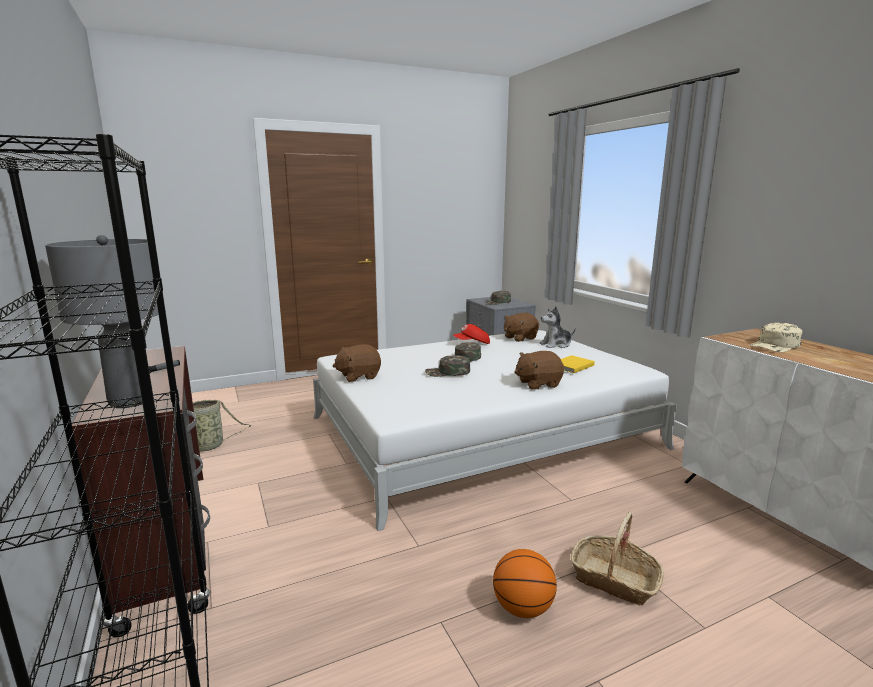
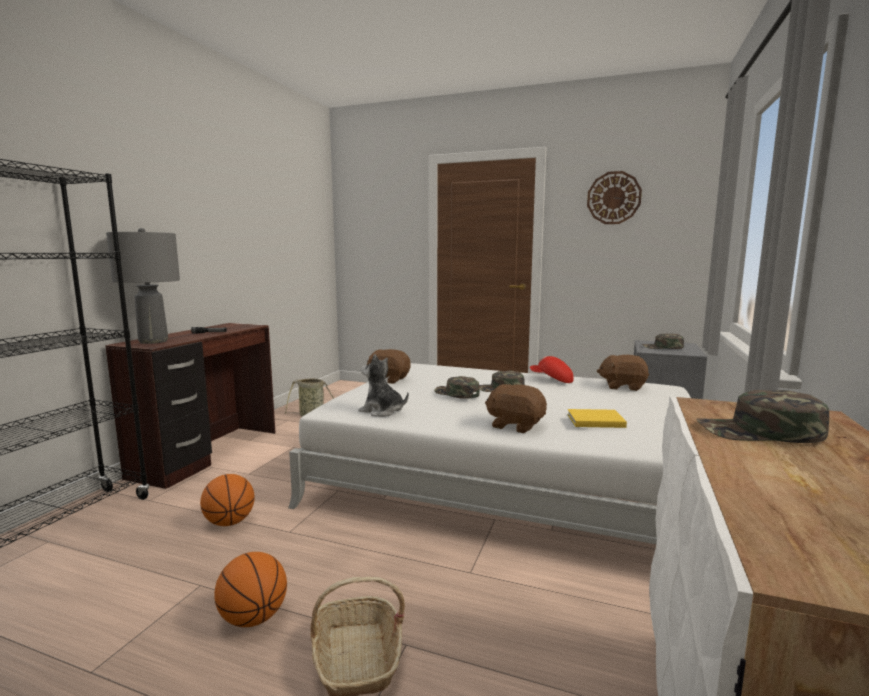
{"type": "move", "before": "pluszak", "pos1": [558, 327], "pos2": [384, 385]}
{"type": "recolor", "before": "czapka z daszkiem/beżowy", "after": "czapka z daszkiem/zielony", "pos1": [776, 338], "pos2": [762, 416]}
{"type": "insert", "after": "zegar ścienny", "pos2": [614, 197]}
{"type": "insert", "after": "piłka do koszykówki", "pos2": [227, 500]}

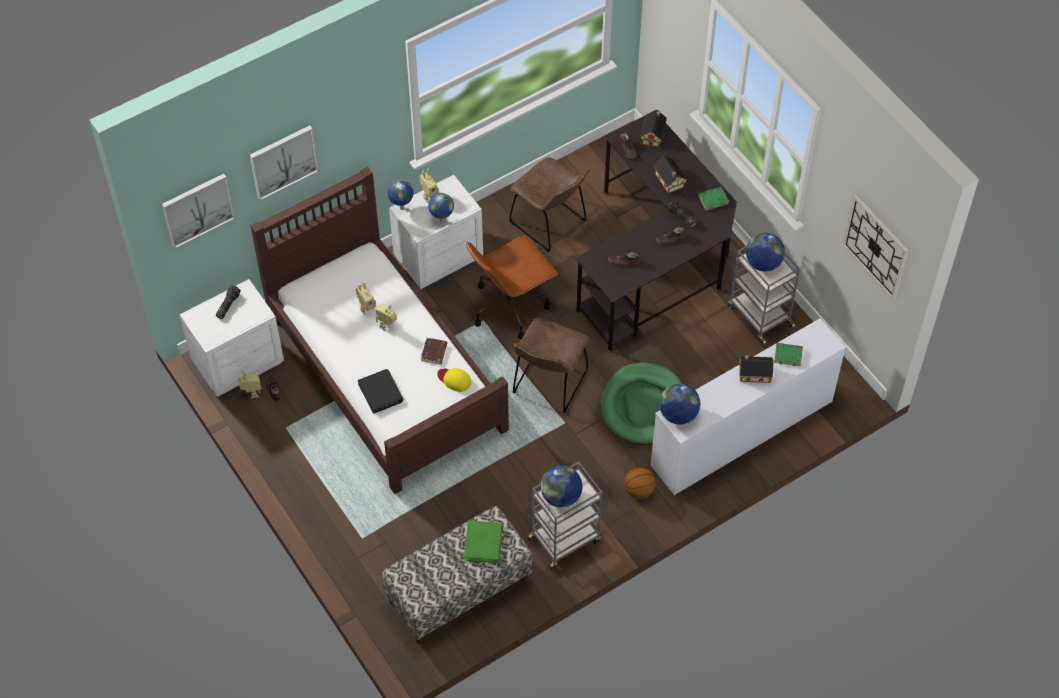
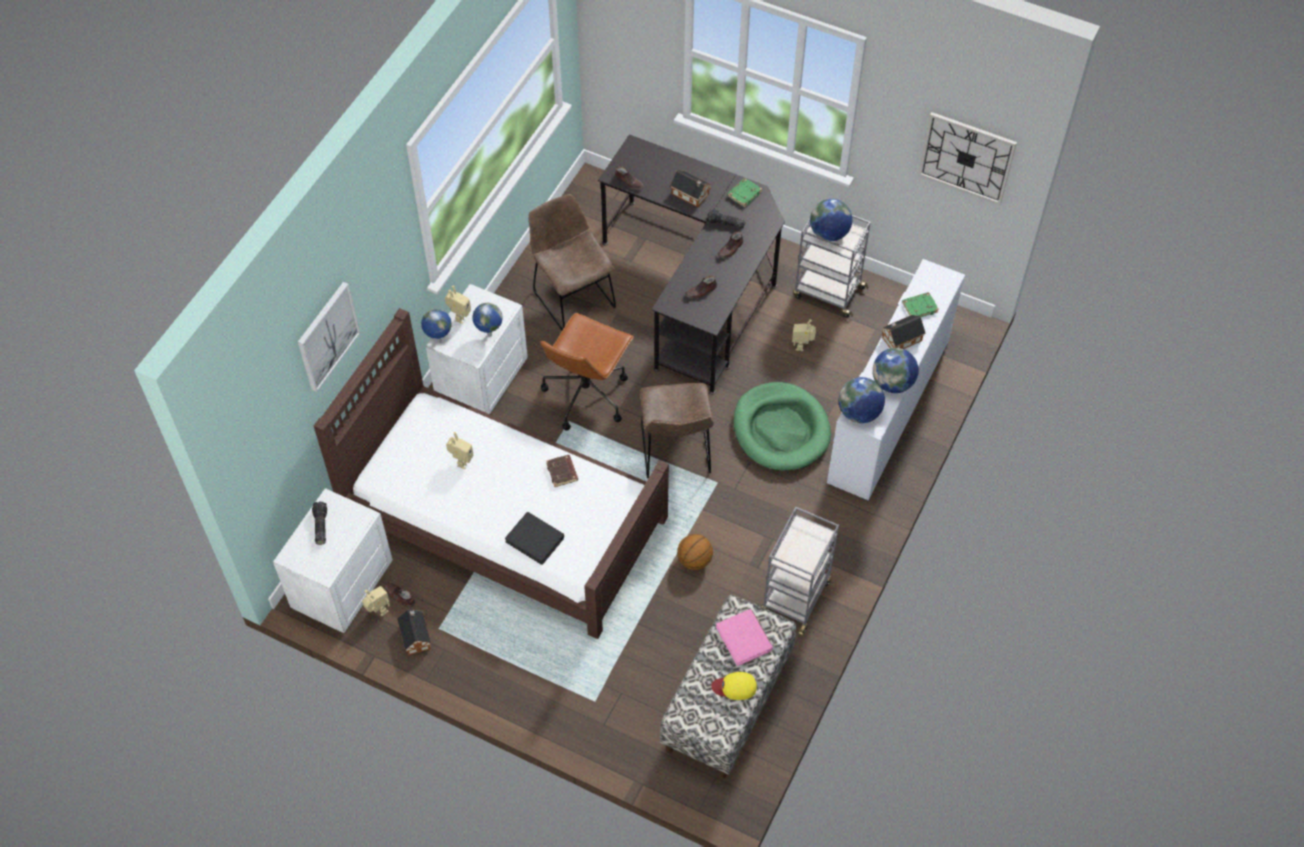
{"type": "move", "before": "domek", "pos1": [653, 129], "pos2": [414, 632]}
{"type": "rotate", "before": "krzesło/brązowy", "pos1": [549, 204], "pos2": [572, 262], "turn": -135}
{"type": "delete", "before": "obraz", "pos1": [198, 211]}
{"type": "move", "before": "robot zabawkowy", "pos1": [386, 317], "pos2": [804, 335]}
{"type": "move", "before": "czapka z daszkiem/żółty", "pos1": [454, 380], "pos2": [734, 686]}
{"type": "move", "before": "globus", "pos1": [561, 486], "pos2": [896, 370]}
{"type": "move", "before": "piłka do koszykówki", "pos1": [640, 483], "pos2": [695, 552]}
{"type": "recolor", "before": "książka/zielony", "after": "książka/różowy", "pos1": [483, 542], "pos2": [744, 637]}

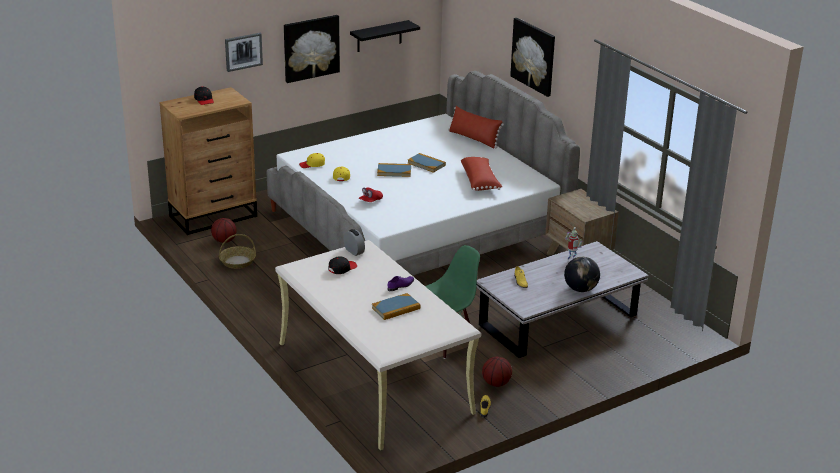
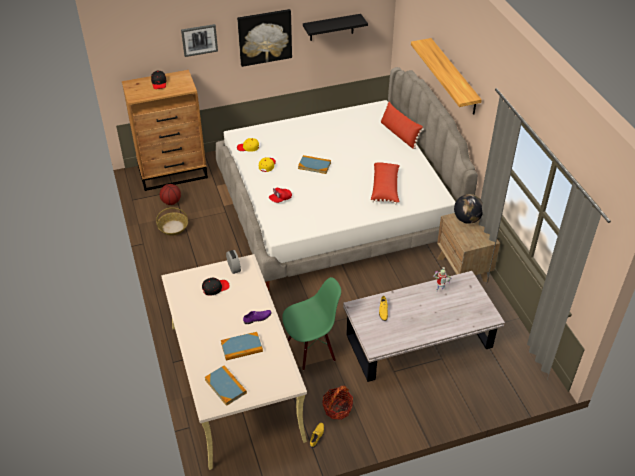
{"type": "replace", "before": "obraz", "after": "półka", "pos1": [532, 57], "pos2": [446, 76]}
{"type": "move", "before": "książka", "pos1": [427, 163], "pos2": [225, 385]}
{"type": "move", "before": "globus", "pos1": [582, 274], "pos2": [468, 209]}
{"type": "replace", "before": "piłka do koszykówki", "after": "koszyk", "pos1": [497, 372], "pos2": [337, 403]}

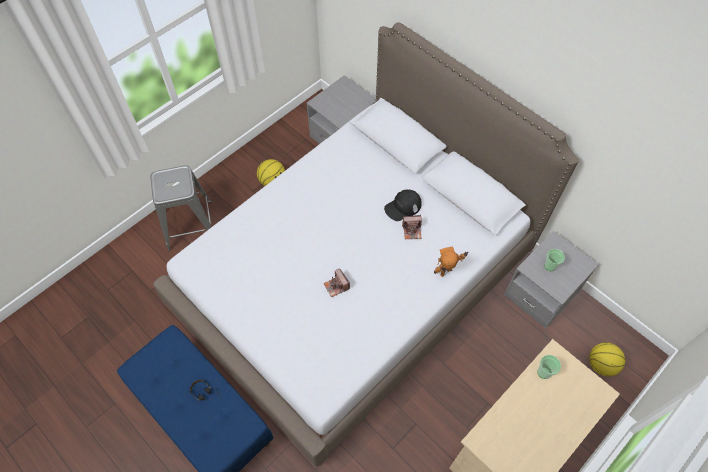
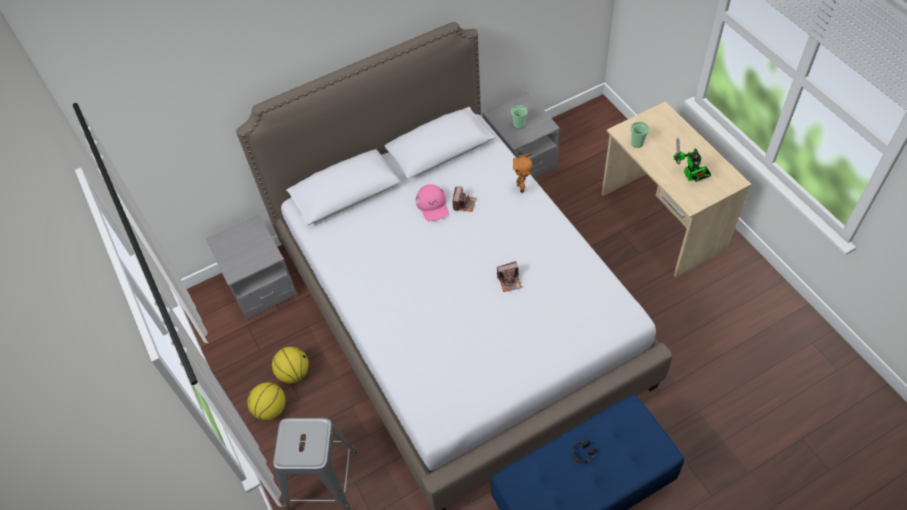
{"type": "recolor", "before": "czapka z daszkiem/czarny", "after": "czapka z daszkiem/różowy", "pos1": [403, 205], "pos2": [432, 202]}
{"type": "move", "before": "piłka do koszykówki", "pos1": [607, 359], "pos2": [266, 401]}
{"type": "insert", "after": "robot zabawkowy", "pos2": [692, 160]}

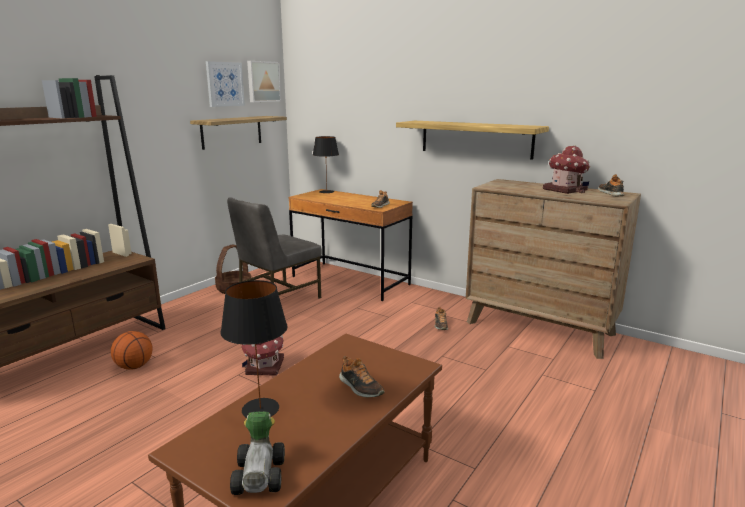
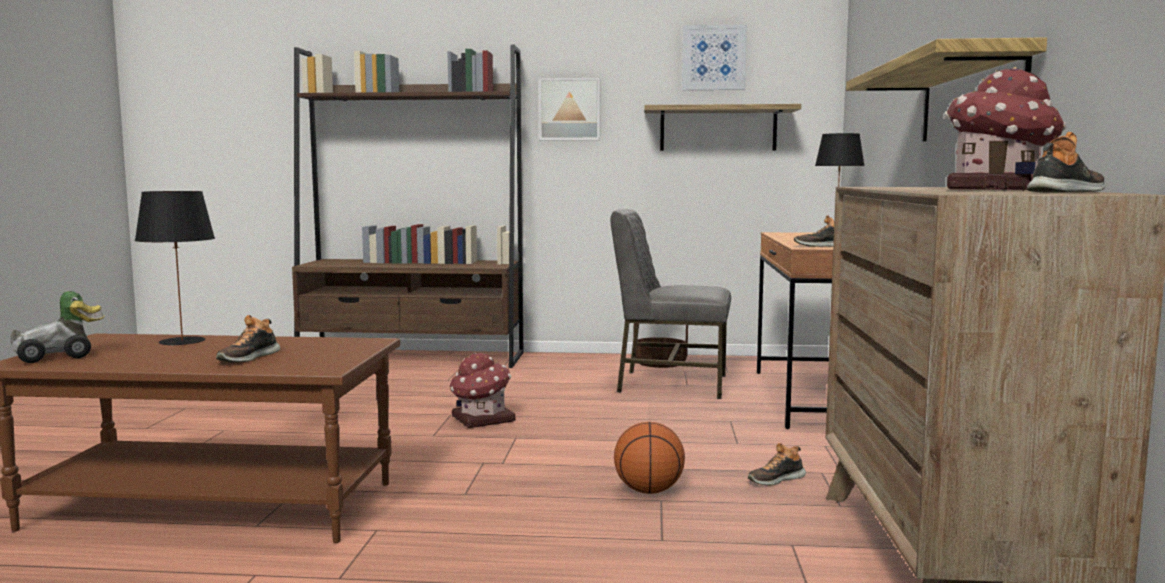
{"type": "move", "before": "obraz", "pos1": [264, 81], "pos2": [569, 109]}
{"type": "move", "before": "piłka do koszykówki", "pos1": [132, 350], "pos2": [649, 458]}

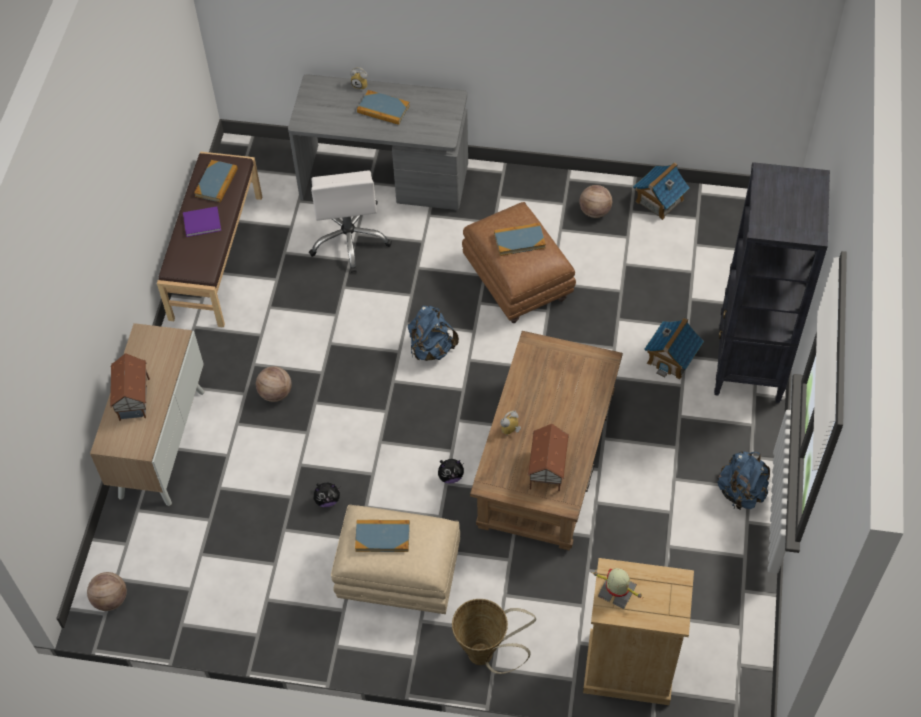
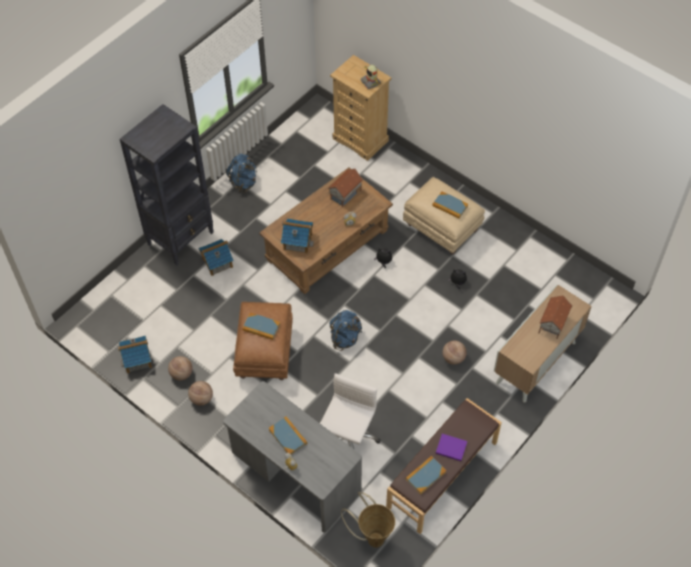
{"type": "move", "before": "piłka do koszykówki", "pos1": [107, 591], "pos2": [200, 393]}
{"type": "move", "before": "koszyk", "pos1": [494, 636], "pos2": [368, 520]}
{"type": "insert", "after": "domek", "pos2": [297, 236]}

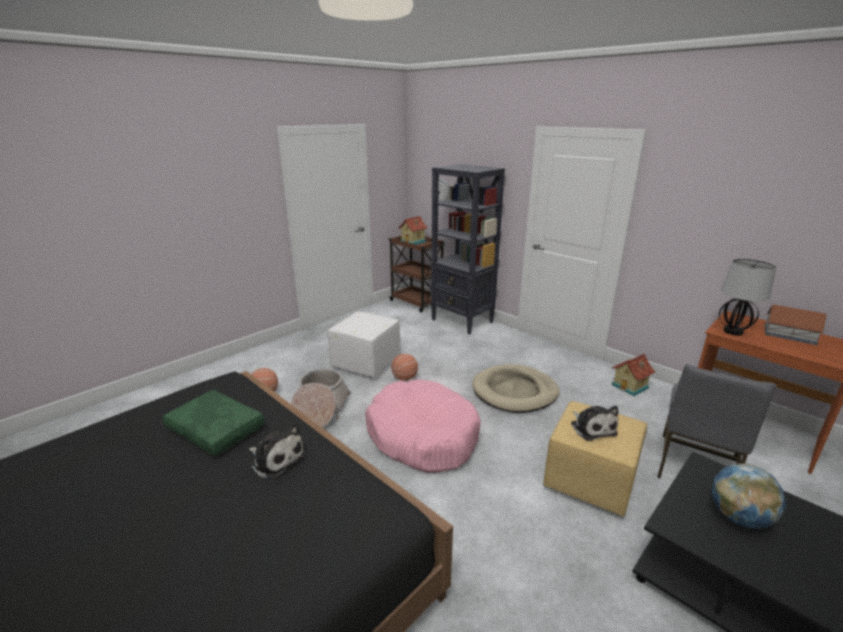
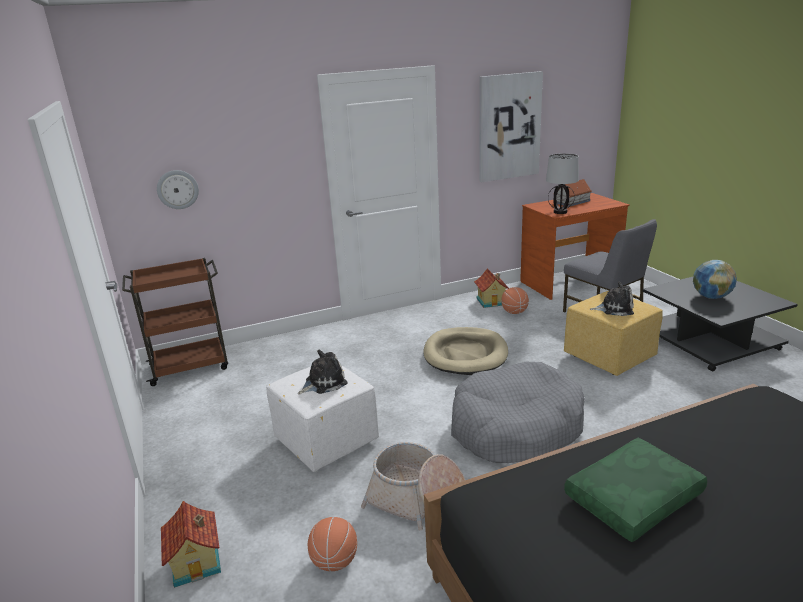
{"type": "delete", "before": "regał/czarny", "pos1": [468, 249]}
{"type": "move", "before": "domek", "pos1": [413, 230], "pos2": [191, 544]}
{"type": "move", "before": "piłka do koszykówki", "pos1": [404, 367], "pos2": [515, 300]}
{"type": "recolor", "before": "legowisko/różowy", "after": "legowisko/szary", "pos1": [423, 426], "pos2": [518, 412]}
{"type": "move", "before": "pluszak", "pos1": [277, 451], "pos2": [323, 372]}
{"type": "insert", "after": "obraz", "pos2": [511, 126]}

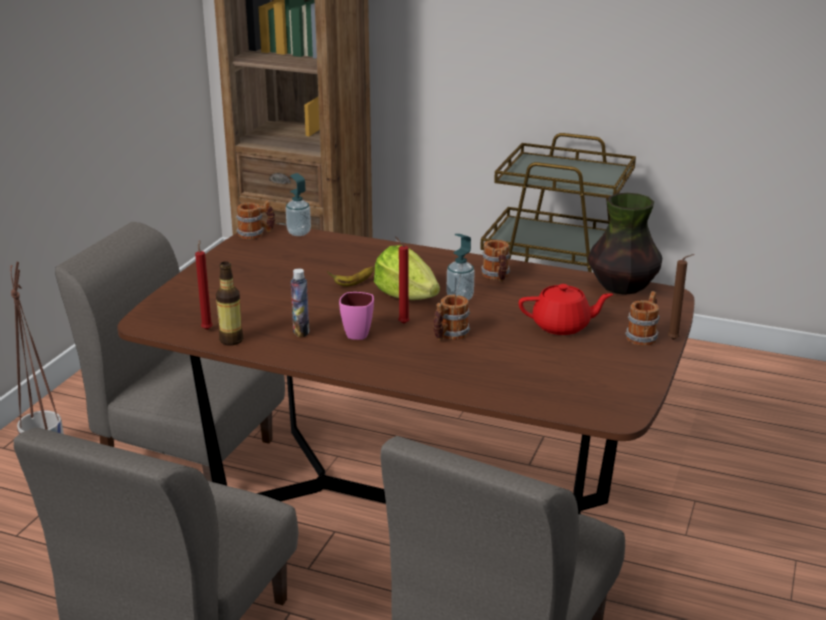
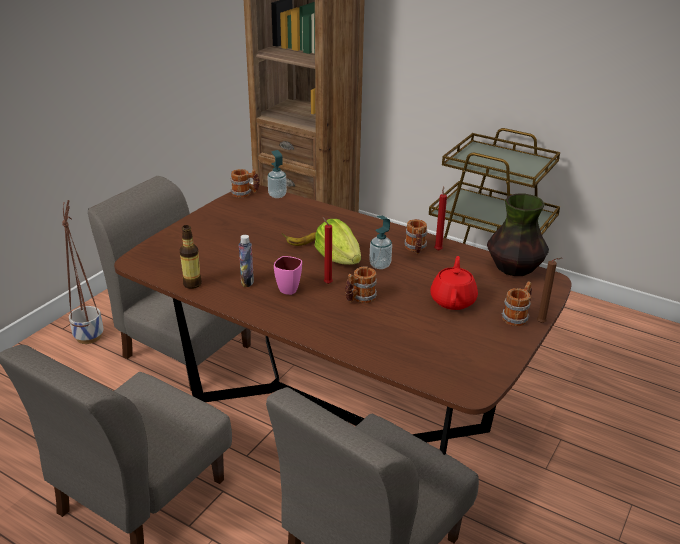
{"type": "move", "before": "świeca/czerwony", "pos1": [204, 285], "pos2": [440, 218]}
{"type": "rotate", "before": "imbryk/czerwony", "pos1": [566, 309], "pos2": [454, 283], "turn": -90}

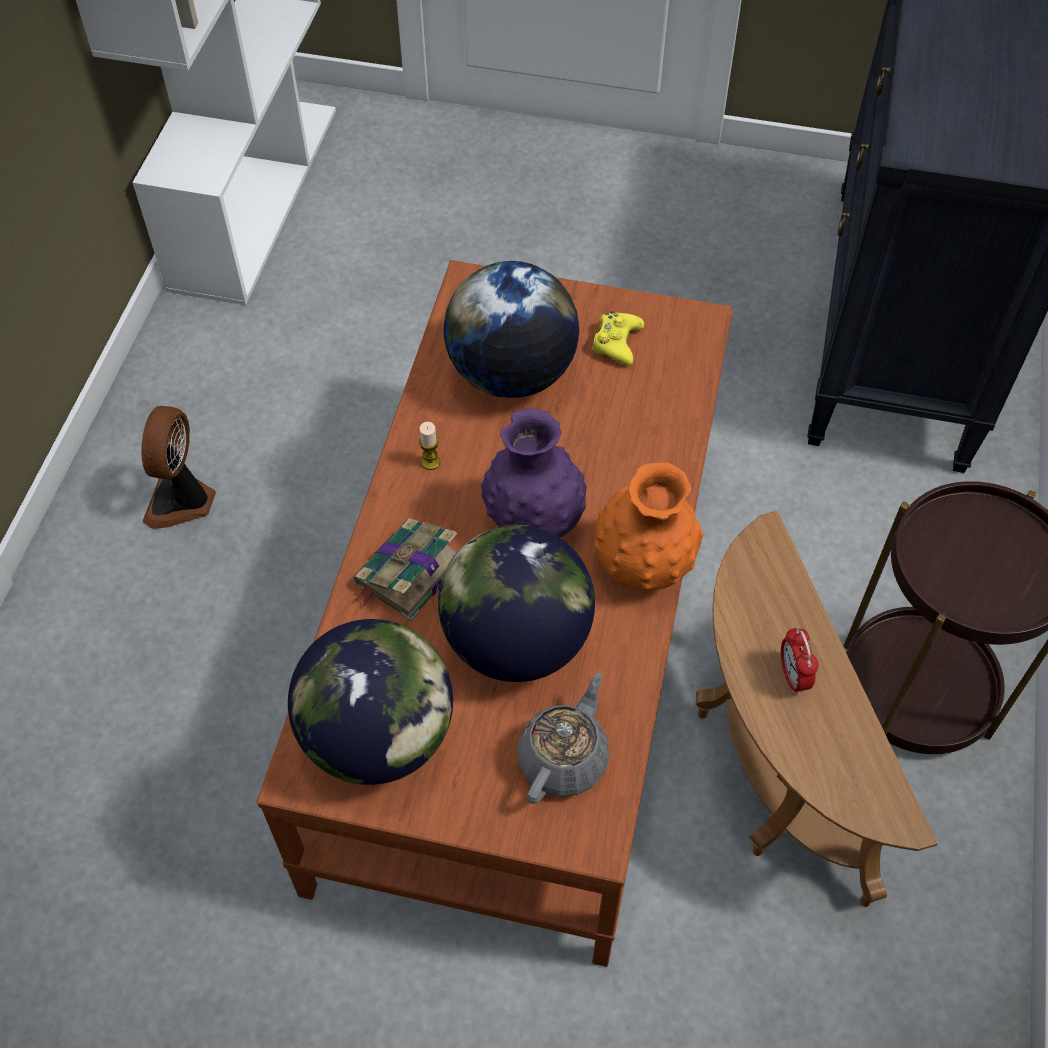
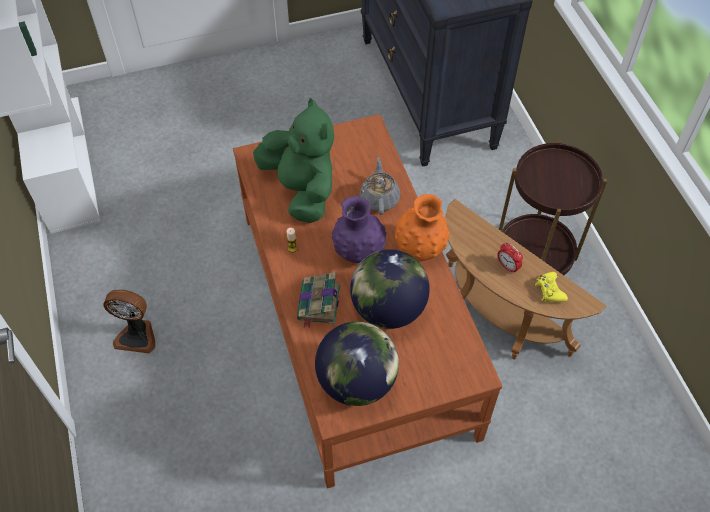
{"type": "replace", "before": "globus", "after": "pluszak/zielony", "pos1": [511, 329], "pos2": [293, 160]}
{"type": "move", "before": "pad do gier/żółty", "pos1": [618, 338], "pos2": [551, 287]}
{"type": "rotate", "before": "wentylator", "pos1": [178, 467], "pos2": [129, 321], "turn": -60}
{"type": "move", "before": "imbryk/szary", "pos1": [563, 738], "pos2": [380, 186]}

